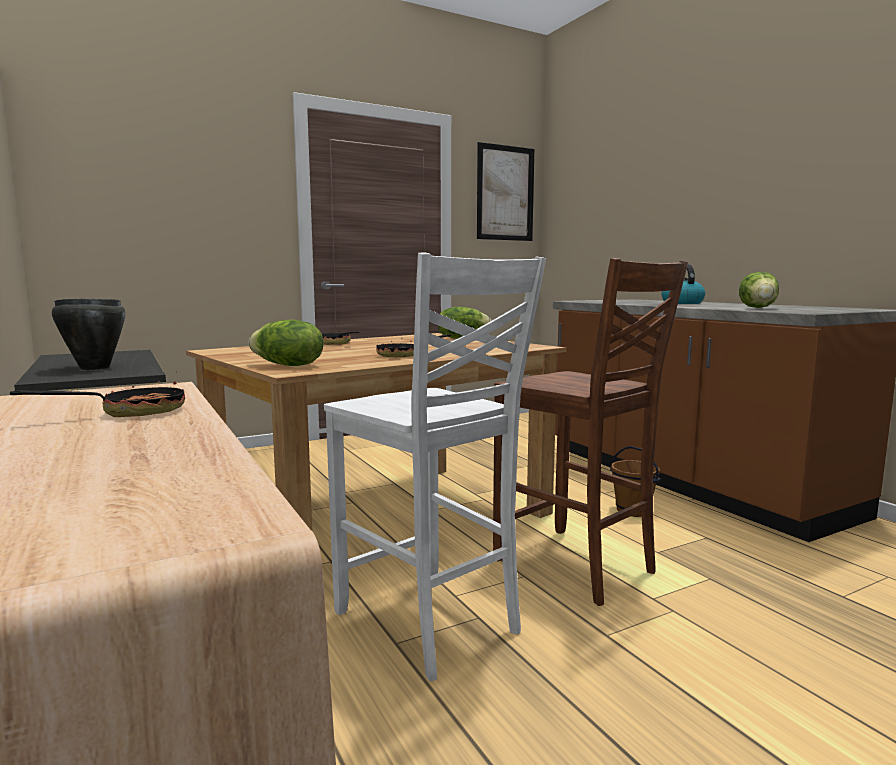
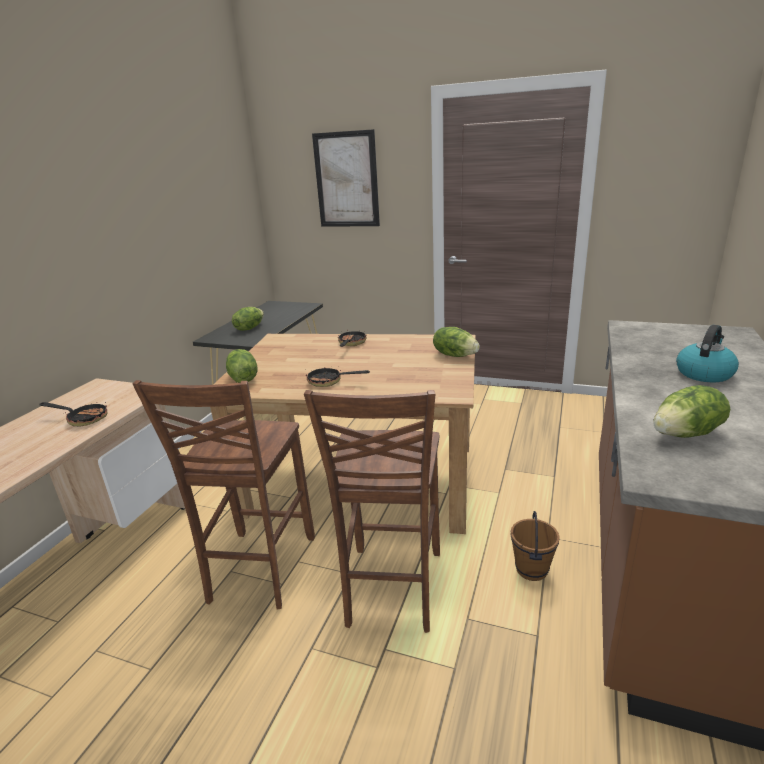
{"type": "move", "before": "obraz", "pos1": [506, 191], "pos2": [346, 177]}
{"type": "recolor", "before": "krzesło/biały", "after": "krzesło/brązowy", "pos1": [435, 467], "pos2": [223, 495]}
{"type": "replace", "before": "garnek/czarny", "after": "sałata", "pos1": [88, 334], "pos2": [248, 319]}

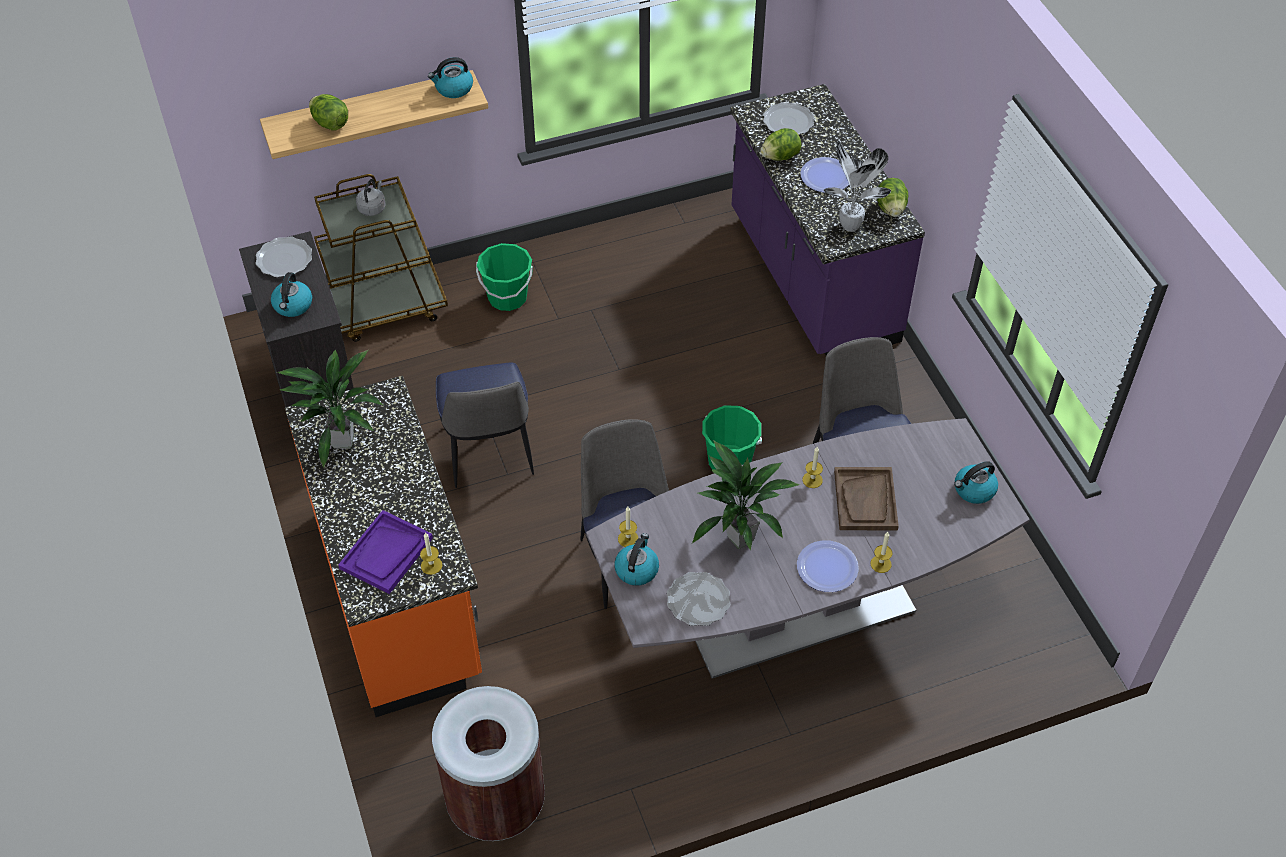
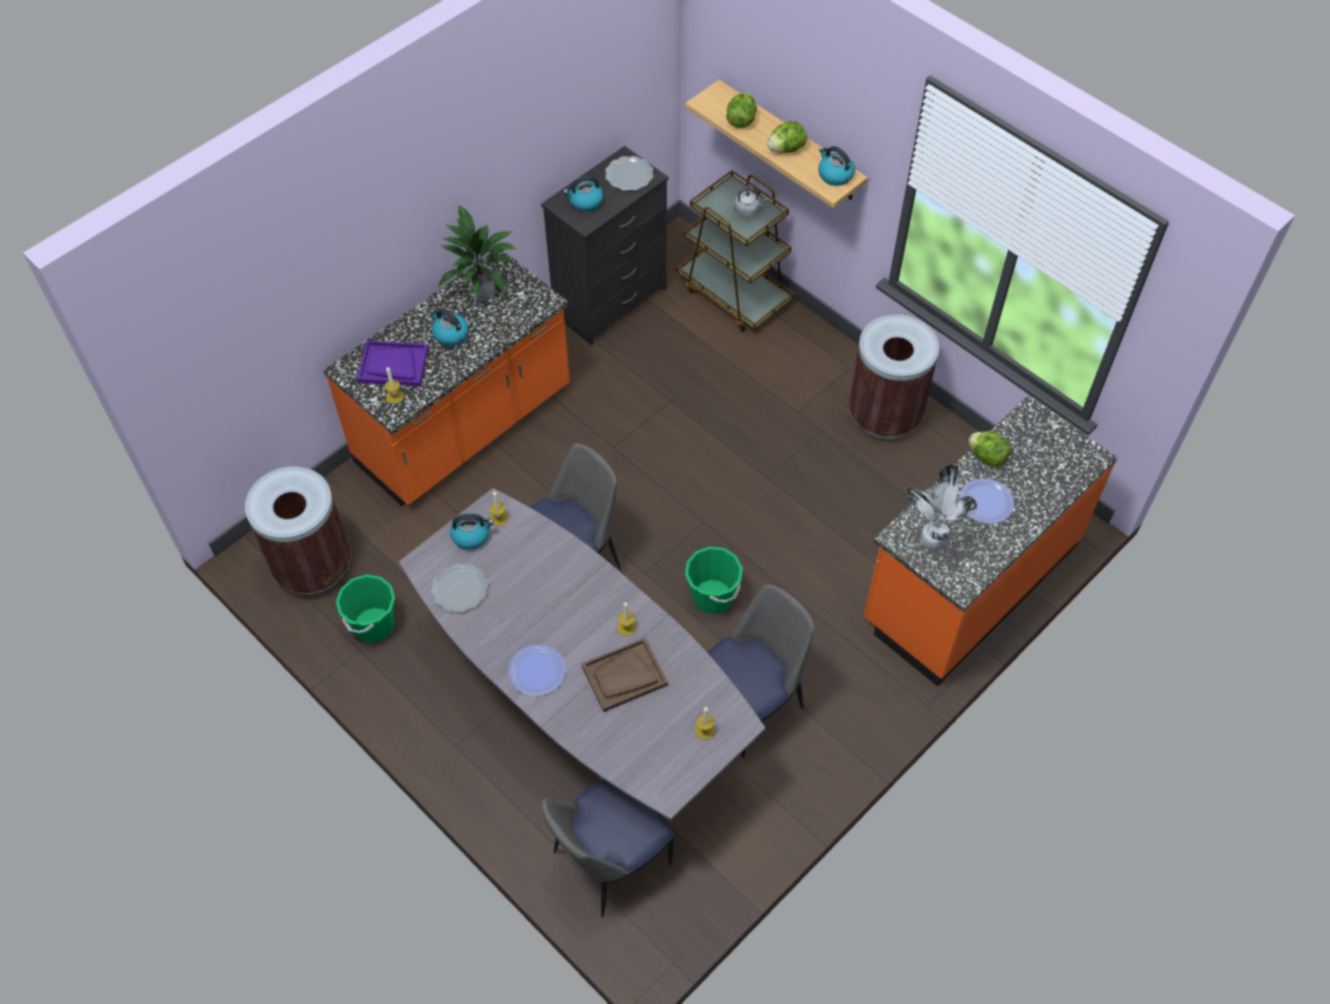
{"type": "recolor", "before": "zabudowa kuchenna/fioletowy", "after": "zabudowa kuchenna/pomarańczowy", "pos1": [827, 219], "pos2": [991, 540]}
{"type": "delete", "before": "talerz", "pos1": [788, 118]}
{"type": "move", "before": "sałata", "pos1": [892, 197], "pos2": [787, 137]}
{"type": "move", "before": "wiadro/zielony", "pos1": [504, 277], "pos2": [365, 608]}
{"type": "move", "before": "krzesło", "pos1": [485, 425], "pos2": [607, 848]}
{"type": "delete", "before": "roślina doniczkowa", "pos1": [746, 495]}
{"type": "move", "before": "czajnik", "pos1": [976, 482], "pos2": [449, 327]}
{"type": "move", "before": "świeca", "pos1": [881, 552], "pos2": [705, 723]}
{"type": "insert", "after": "kosz na śmieci/brązowy", "pos2": [894, 377]}

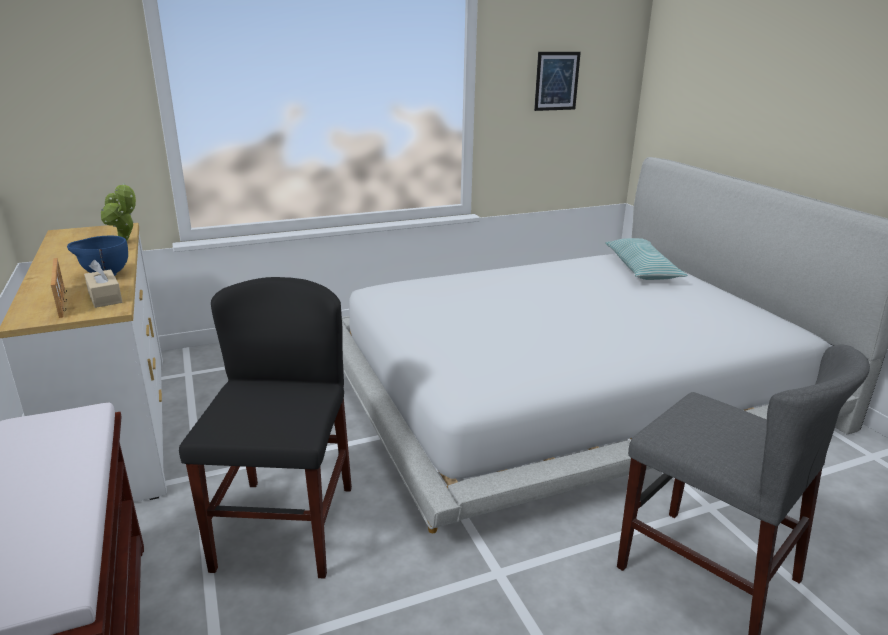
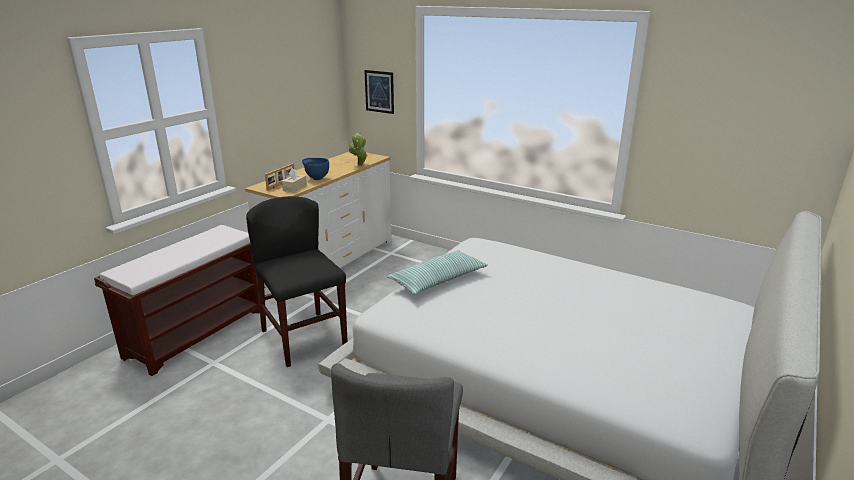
{"type": "move", "before": "obraz", "pos1": [557, 81], "pos2": [379, 92]}
{"type": "move", "before": "poduszka", "pos1": [646, 259], "pos2": [437, 272]}
{"type": "rotate", "before": "krzesło/czarny", "pos1": [265, 428], "pos2": [297, 281], "turn": -90}

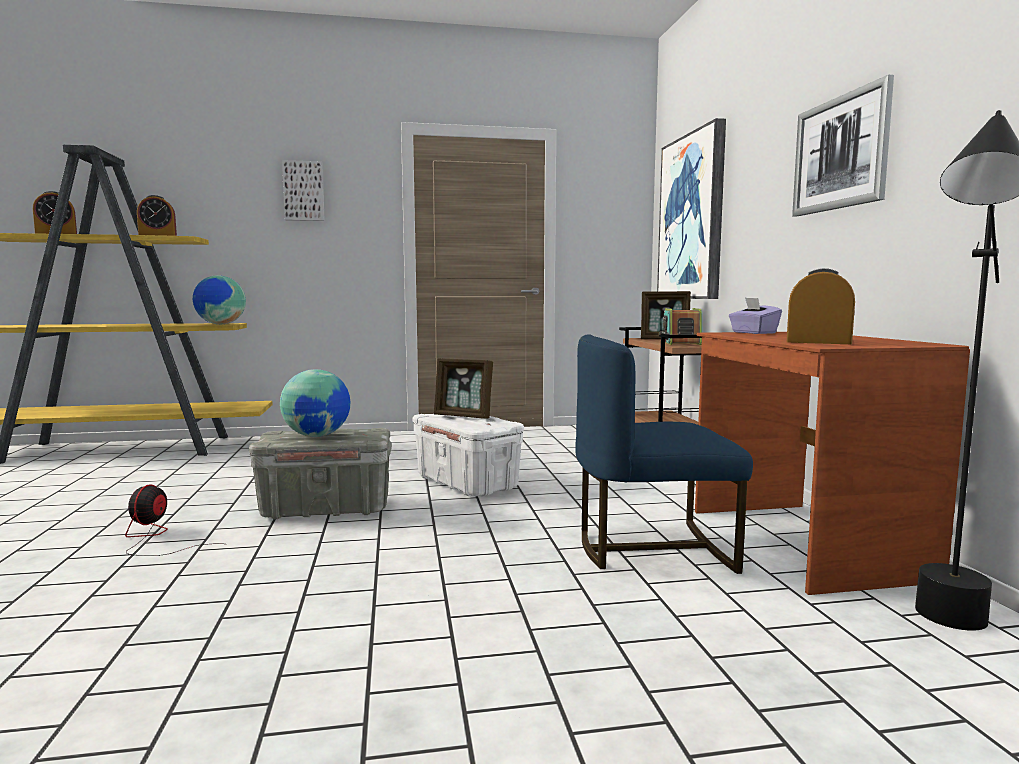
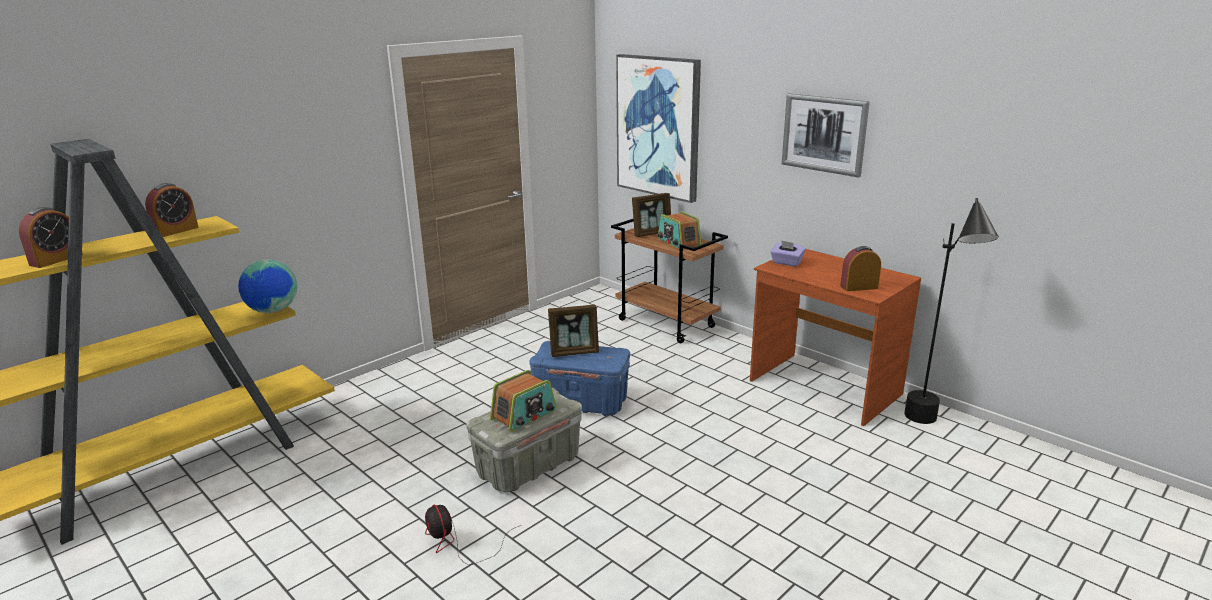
{"type": "delete", "before": "obraz", "pos1": [303, 190]}
{"type": "delete", "before": "krzesło/niebieski", "pos1": [664, 454]}
{"type": "replace", "before": "globus", "after": "radio", "pos1": [315, 403], "pos2": [523, 401]}
{"type": "recolor", "before": "pojemnik do przechowywania/biały", "after": "pojemnik do przechowywania/niebieski", "pos1": [468, 455], "pos2": [579, 378]}

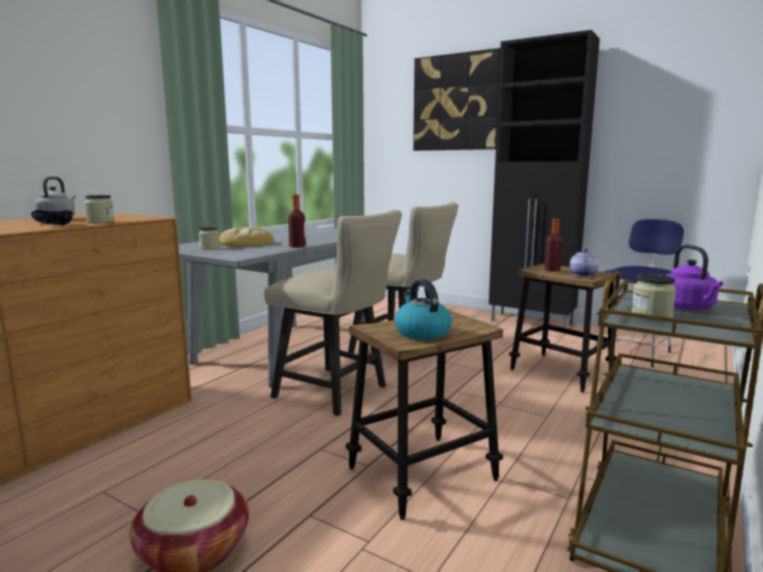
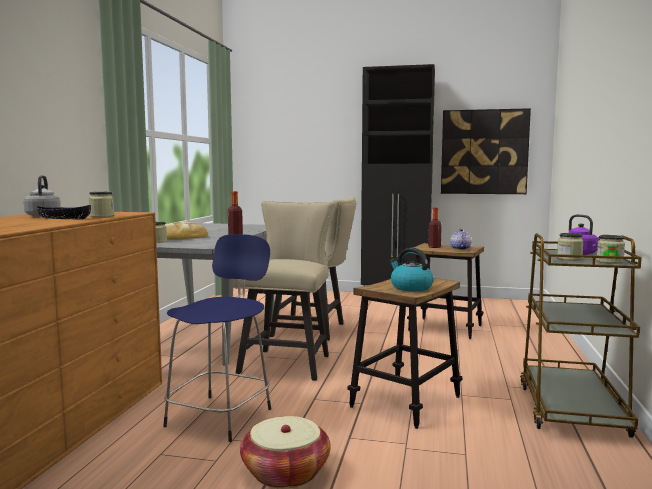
{"type": "move", "before": "obraz", "pos1": [456, 99], "pos2": [486, 151]}
{"type": "rotate", "before": "krzesło/beżowy", "pos1": [333, 313], "pos2": [284, 291], "turn": -90}
{"type": "move", "before": "stołek/niebieski", "pos1": [639, 293], "pos2": [217, 338]}
{"type": "insert", "after": "słoik", "pos2": [610, 249]}

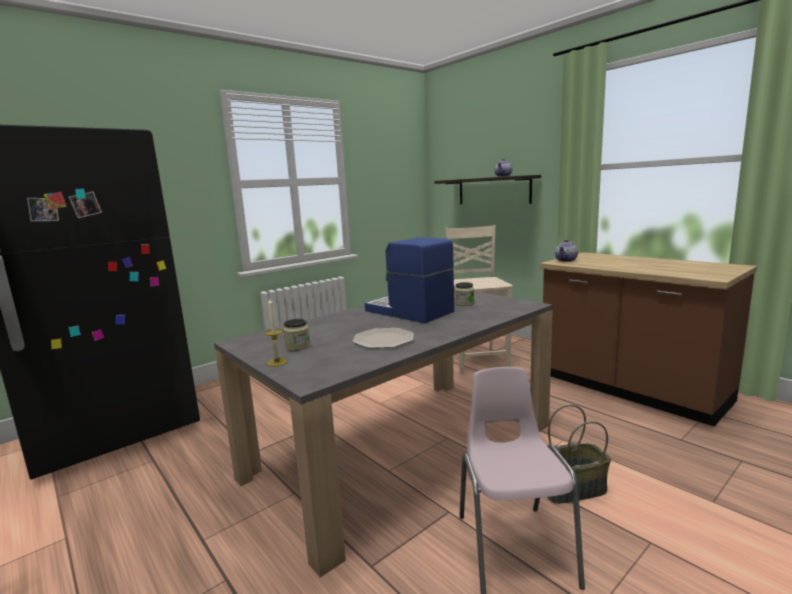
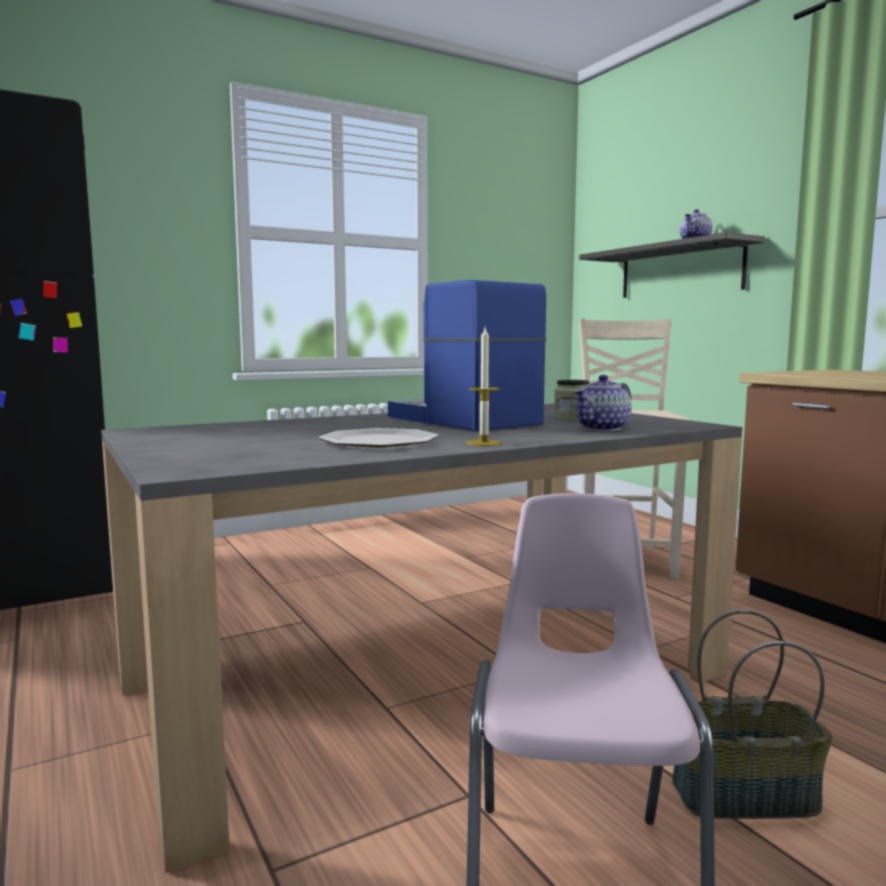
{"type": "move", "before": "imbryk", "pos1": [566, 250], "pos2": [603, 403]}
{"type": "move", "before": "świeca", "pos1": [276, 331], "pos2": [484, 386]}
{"type": "delete", "before": "słoik", "pos1": [296, 335]}

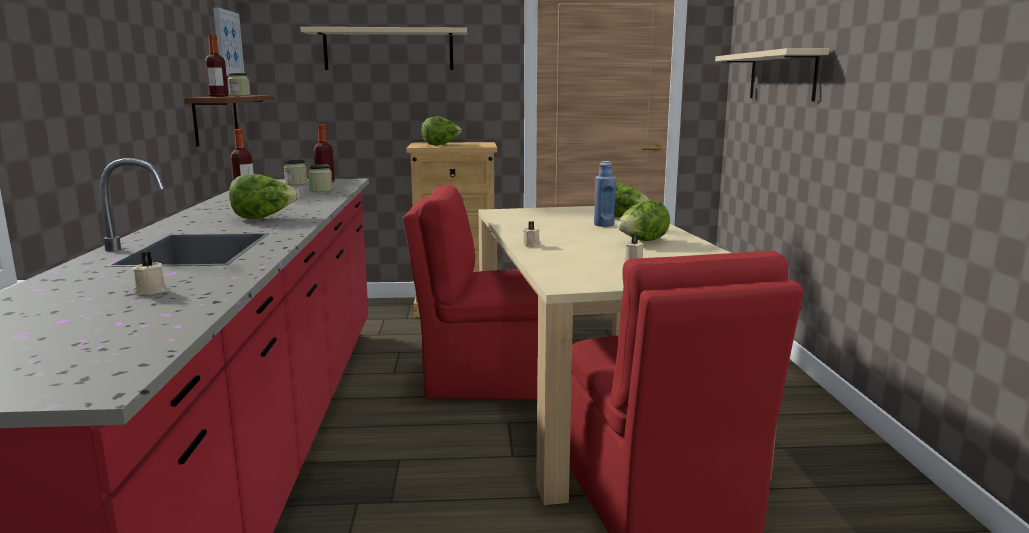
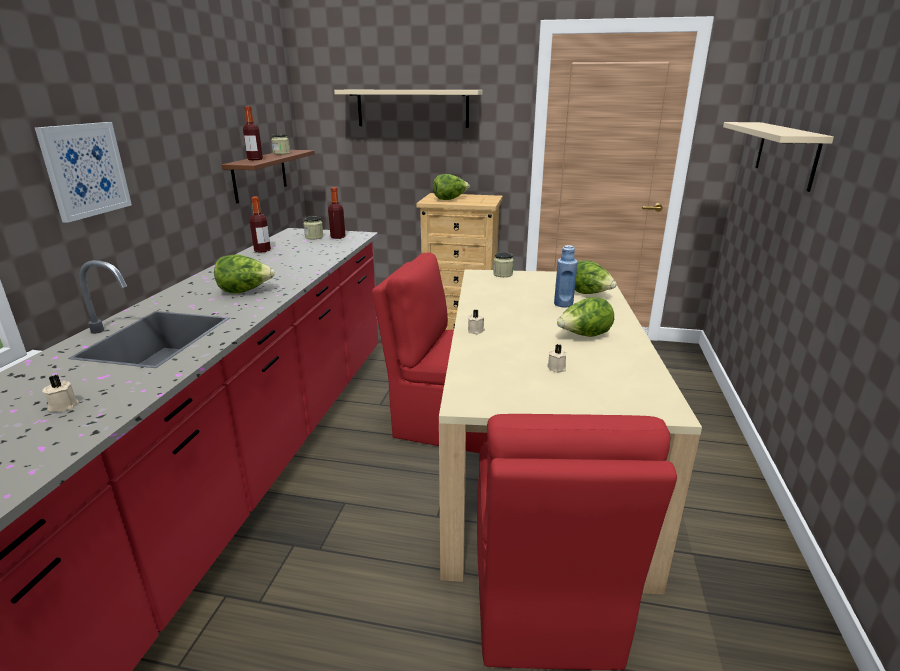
{"type": "move", "before": "obraz", "pos1": [229, 41], "pos2": [83, 172]}
{"type": "move", "before": "słoik", "pos1": [320, 178], "pos2": [503, 264]}

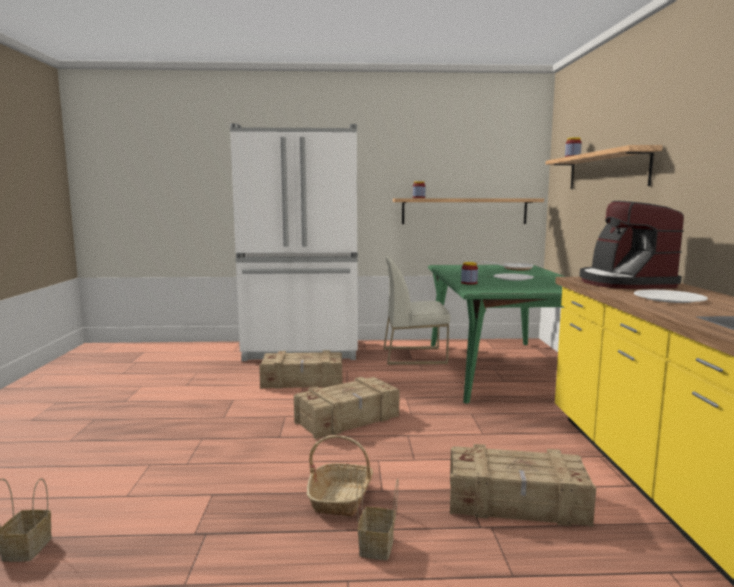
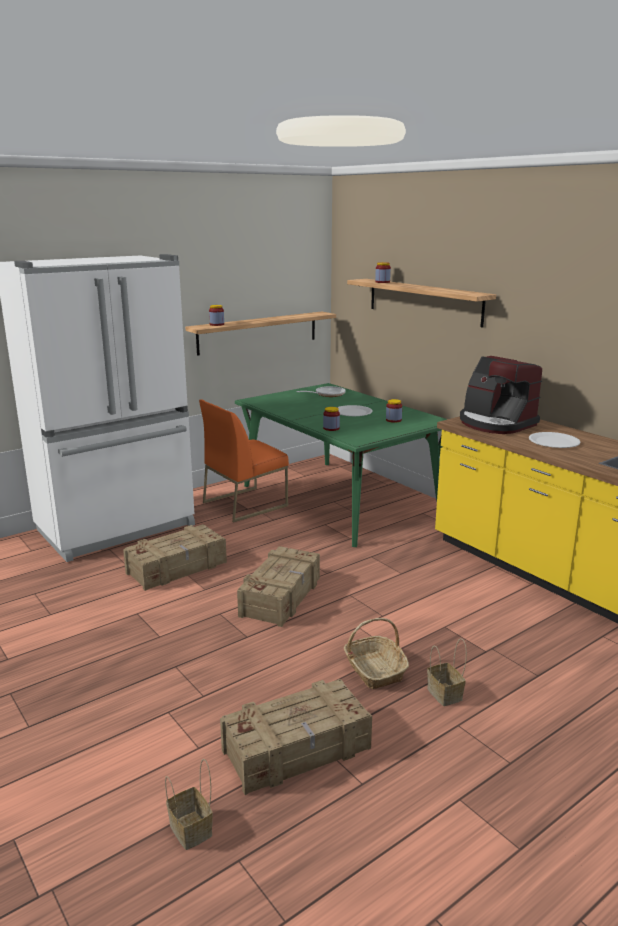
{"type": "recolor", "before": "krzesło/biały", "after": "krzesło/pomarańczowy", "pos1": [417, 310], "pos2": [244, 460]}
{"type": "move", "before": "skrzynka", "pos1": [523, 485], "pos2": [296, 737]}
{"type": "insert", "after": "słoik", "pos2": [394, 411]}

